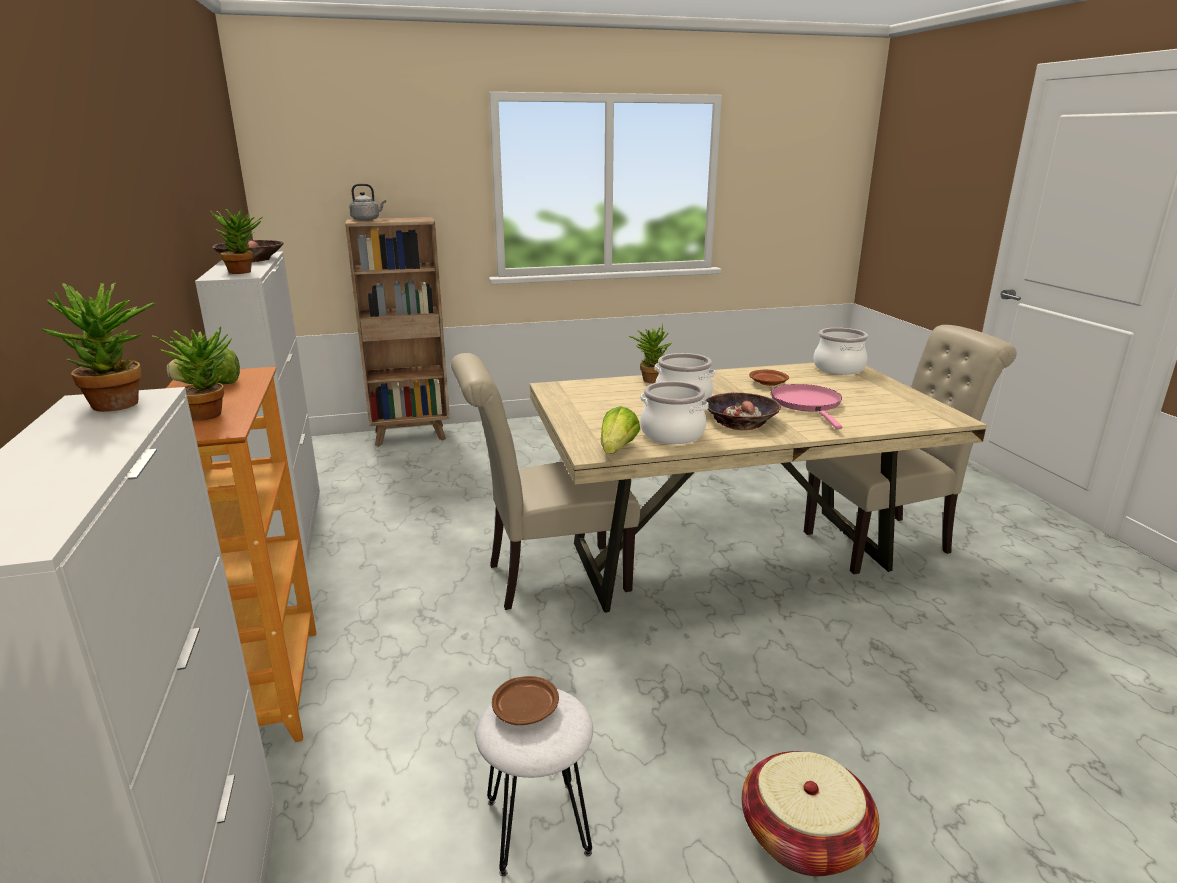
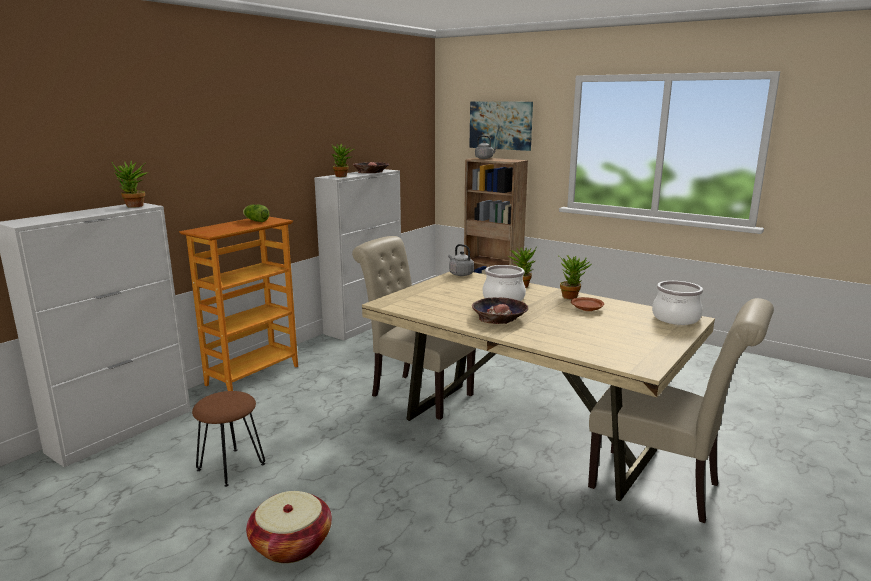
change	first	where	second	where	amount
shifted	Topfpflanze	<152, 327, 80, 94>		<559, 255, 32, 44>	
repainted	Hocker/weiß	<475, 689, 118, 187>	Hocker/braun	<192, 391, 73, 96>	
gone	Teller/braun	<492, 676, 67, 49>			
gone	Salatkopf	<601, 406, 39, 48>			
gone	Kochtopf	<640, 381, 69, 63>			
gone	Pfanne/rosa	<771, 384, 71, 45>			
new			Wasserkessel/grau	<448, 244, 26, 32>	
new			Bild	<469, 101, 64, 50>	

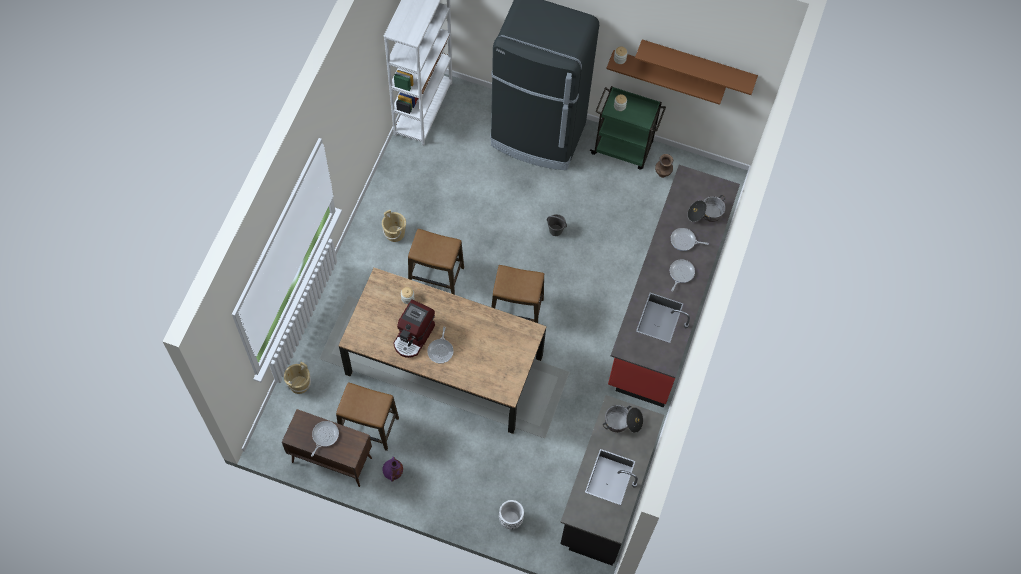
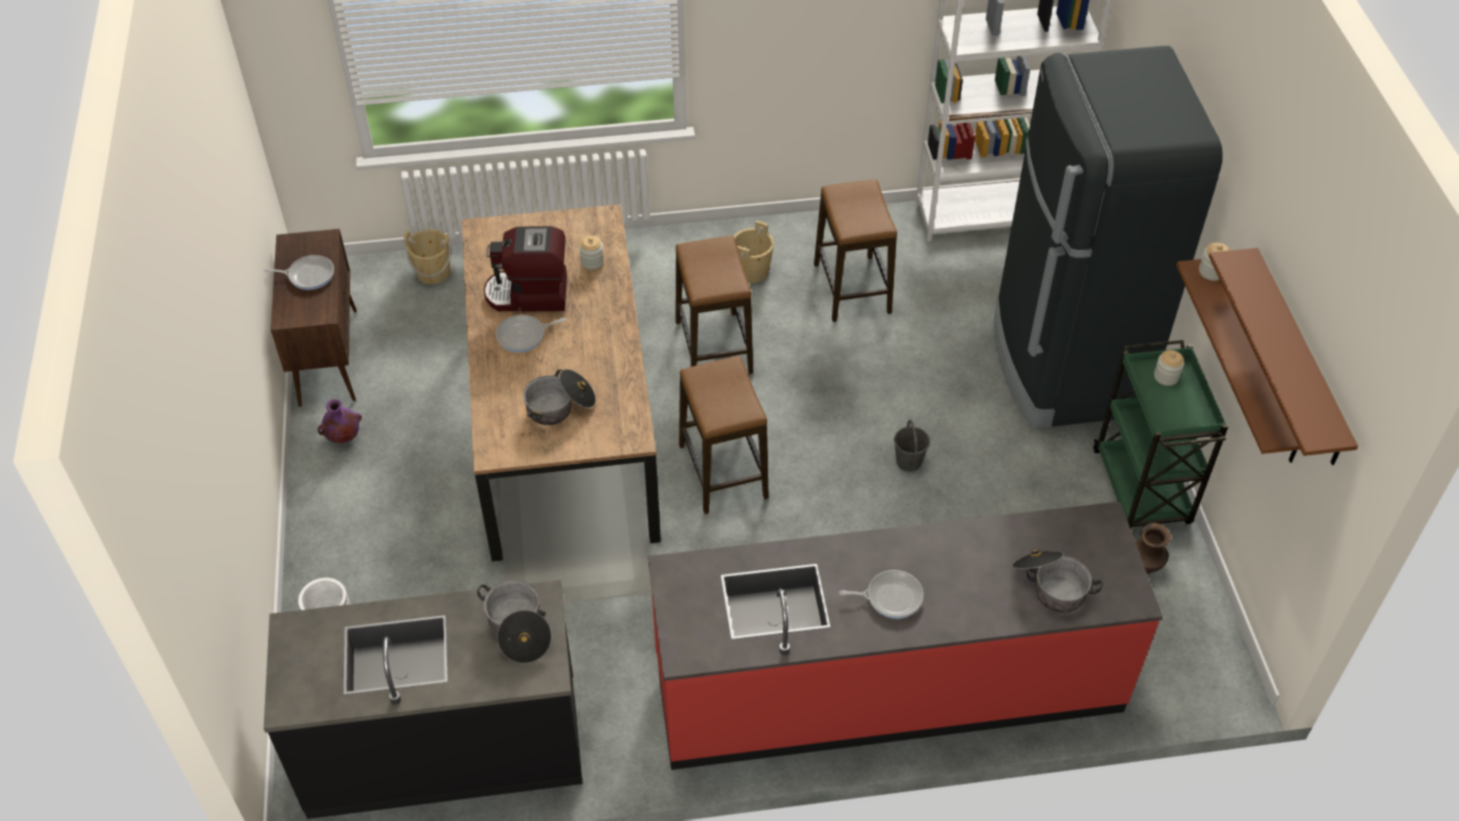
change	first	where	second	where	amount
shifted	Hocker	<336, 383, 63, 68>		<814, 179, 83, 143>	
gone	Pfanne	<671, 228, 38, 23>			
new			Kochtopf	<523, 369, 73, 56>	

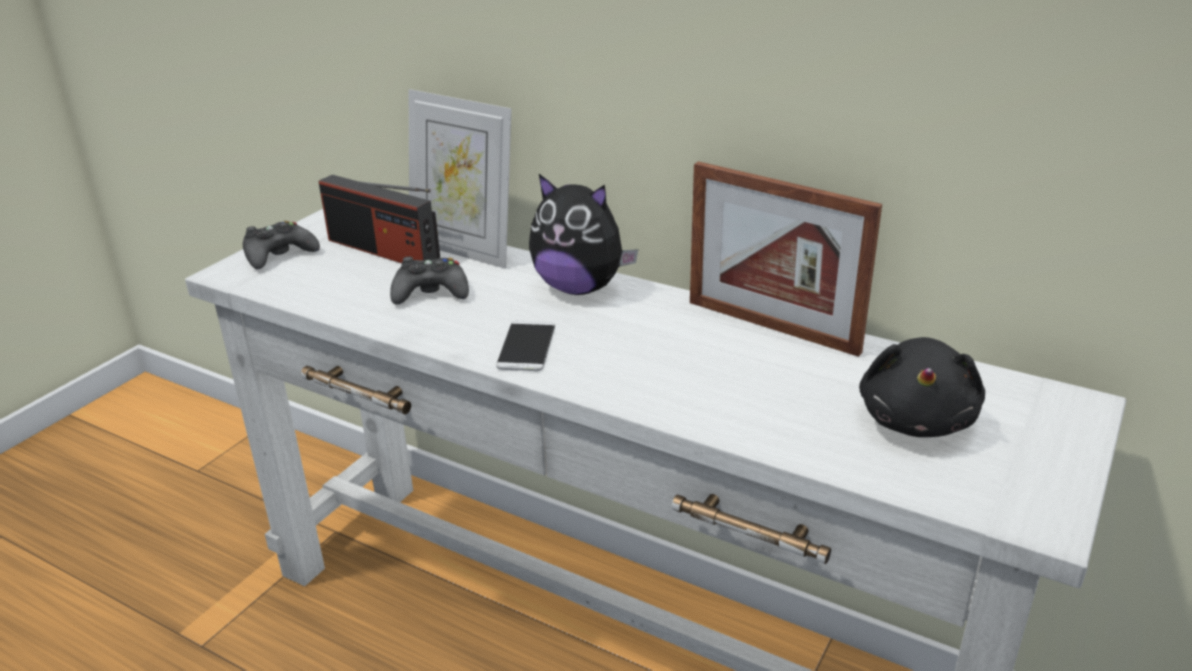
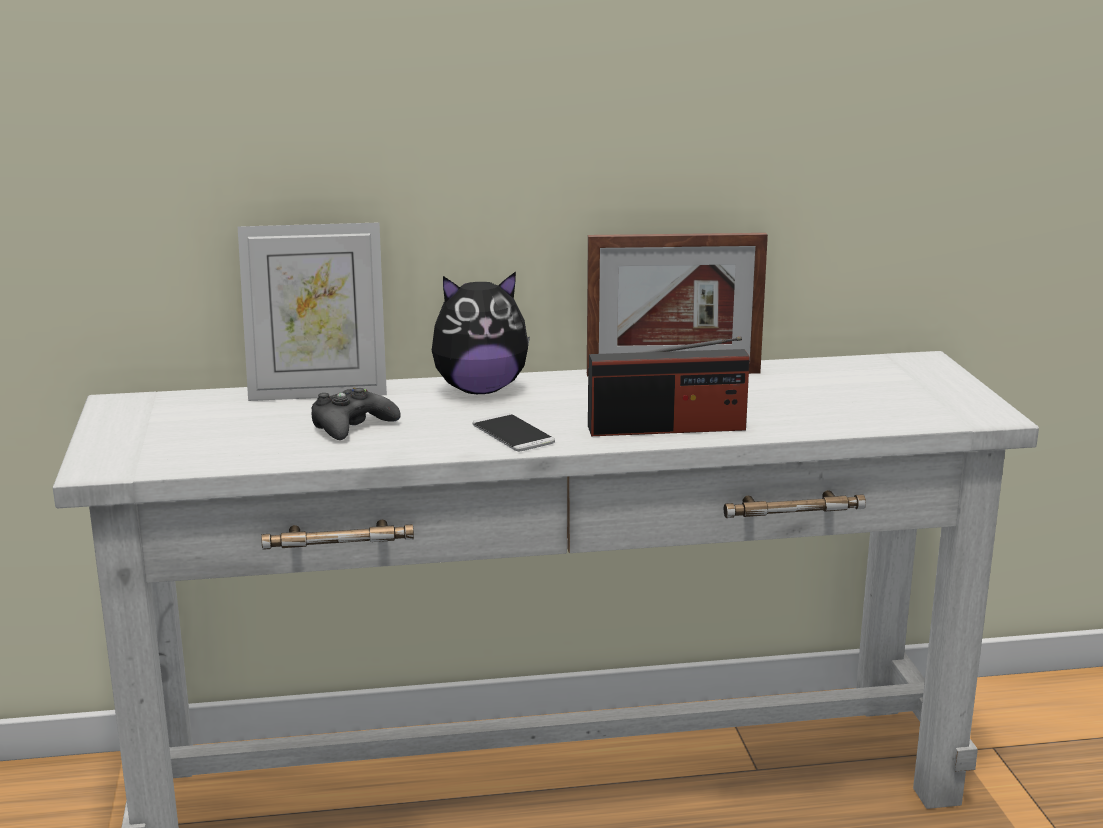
change	first	where	second	where	amount
gone	Gamepad/schwarz	<243, 221, 77, 48>			
shifted	Radio	<319, 175, 121, 88>		<588, 337, 162, 99>	
gone	Plüschtier/schwarz	<859, 337, 126, 100>			

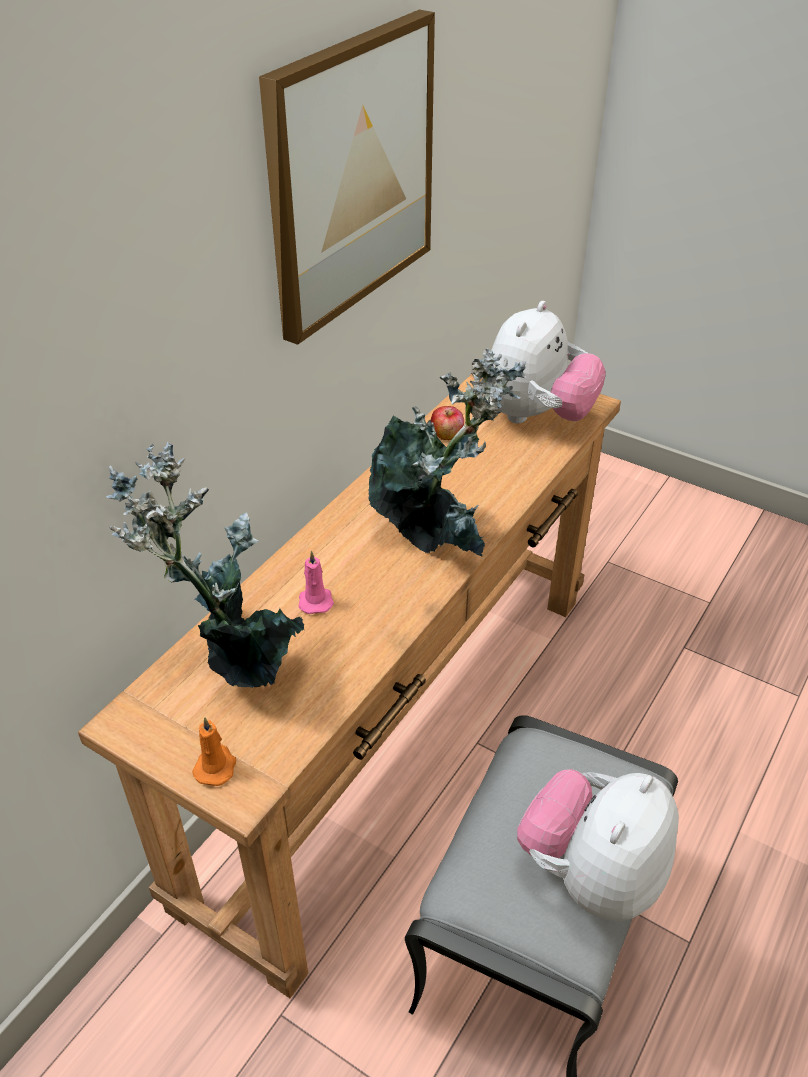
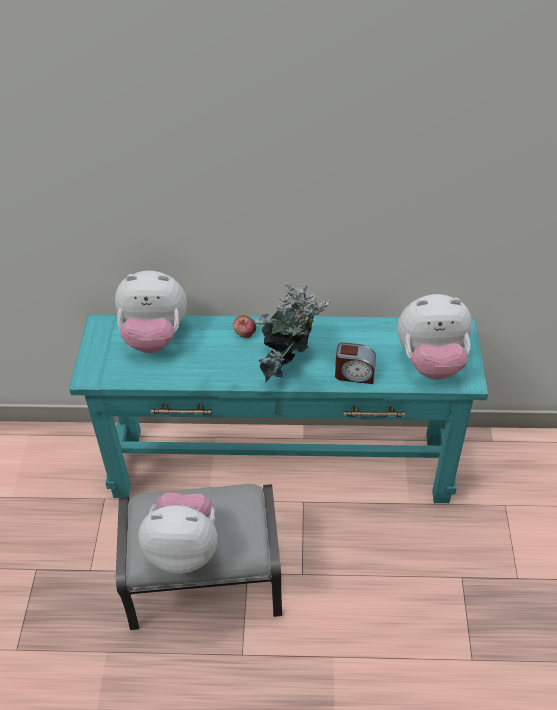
change	first	where	second	where	amount
repainted	Konsolentisch/braun	<78, 374, 543, 624>	Konsolentisch/türkis	<69, 314, 419, 189>	
swapped	Topfpflanze	<106, 442, 199, 246>	Plüschtier	<115, 271, 72, 82>	
gone	Kerze/orange	<192, 717, 44, 69>			
gone	Bild	<259, 10, 176, 335>			
gone	Kerze/rosa	<299, 550, 35, 64>			
shifted	Apfel	<431, 406, 33, 34>		<233, 315, 23, 23>	
new			Wecker	<335, 342, 41, 42>	

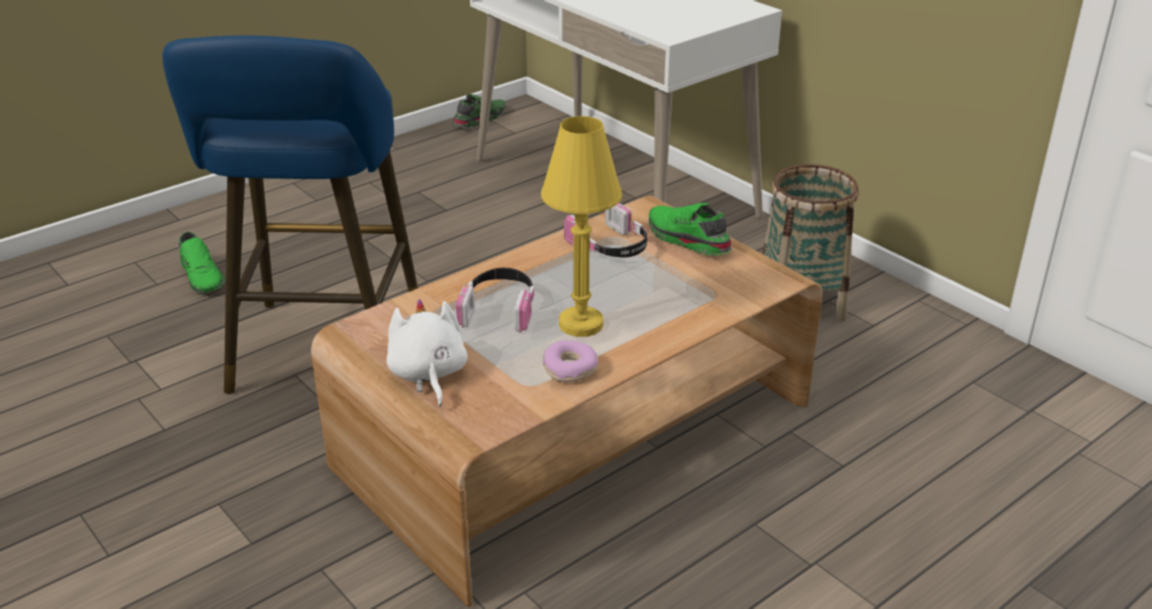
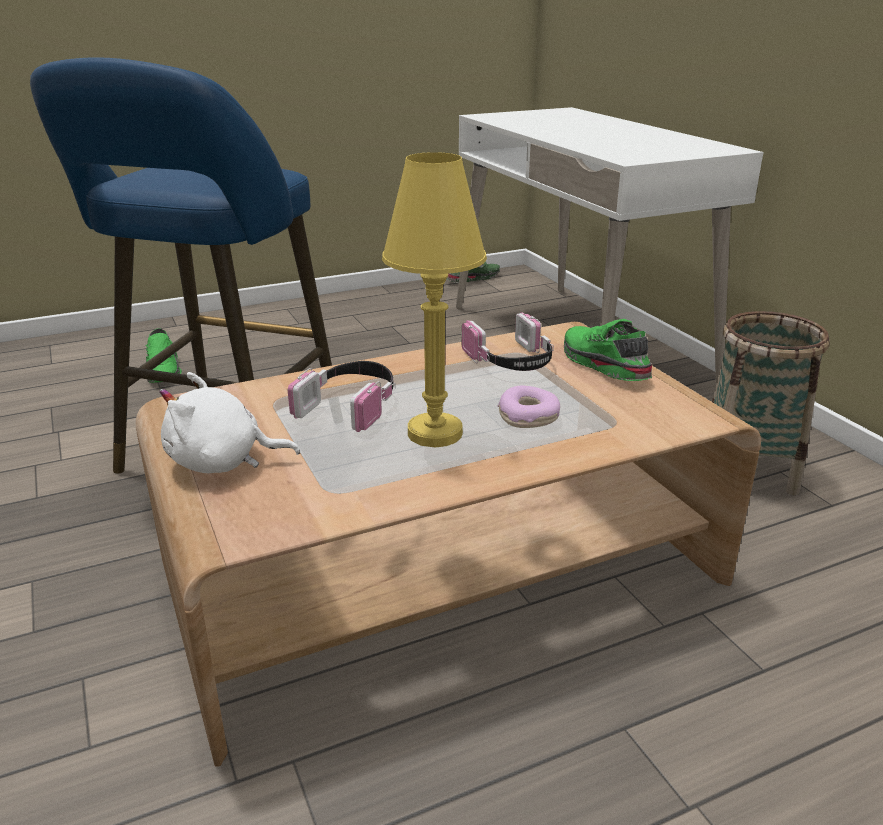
change	first	where	second	where	amount
rotated	Plüschtier/weiß	<387, 299, 81, 107>		<159, 372, 141, 101>	90 degrees counterclockwise
shifted	Donut	<543, 340, 55, 42>		<498, 386, 62, 42>	

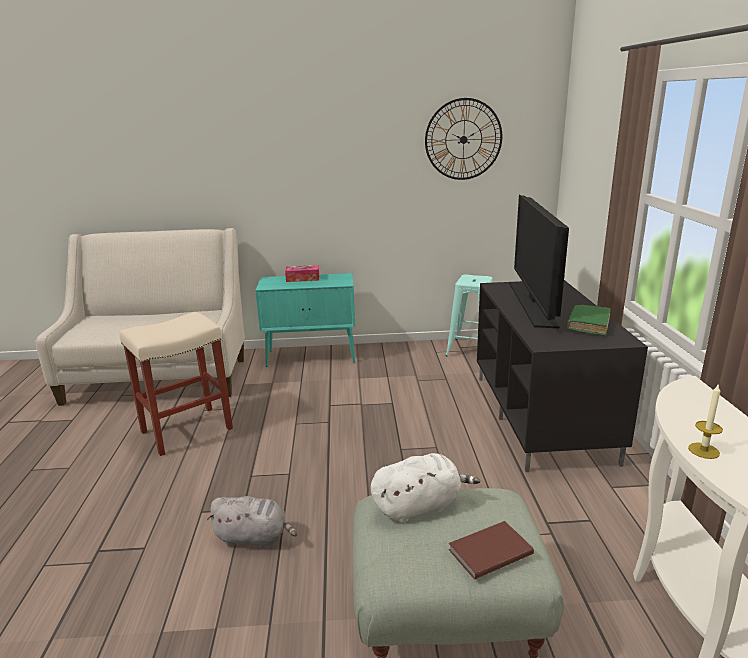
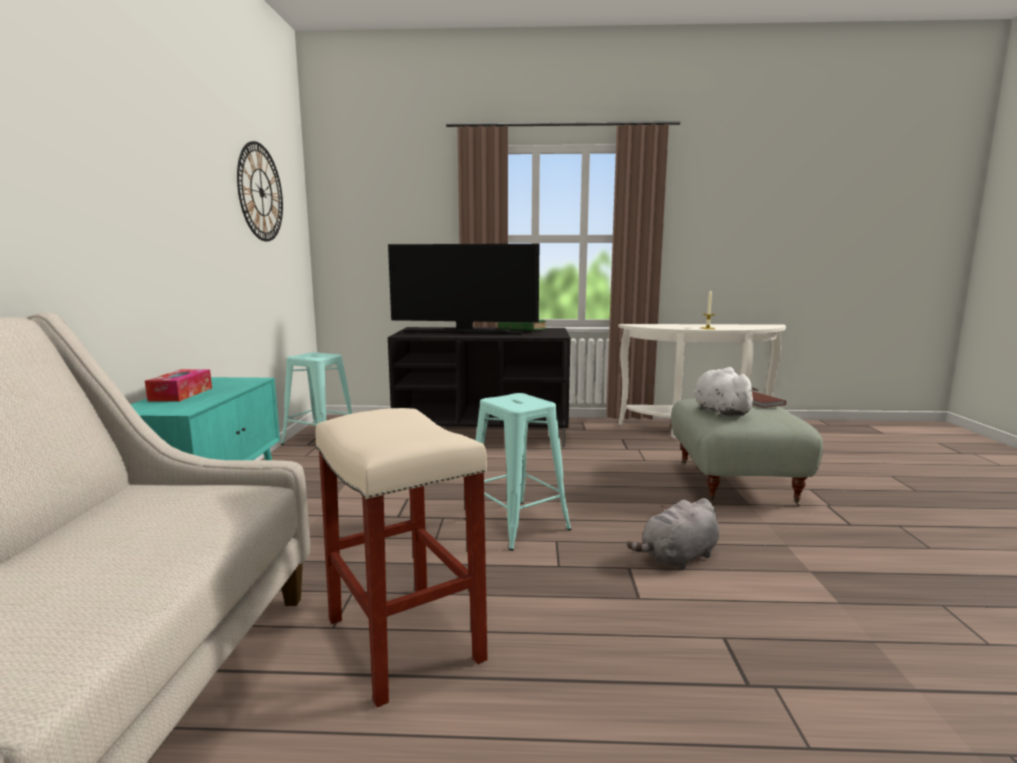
change	first	where	second	where	amount
rotated	Plüschtier/grau	<207, 496, 90, 53>		<627, 498, 92, 72>	135 degrees counterclockwise
new			Hocker/türkis	<465, 393, 107, 158>	

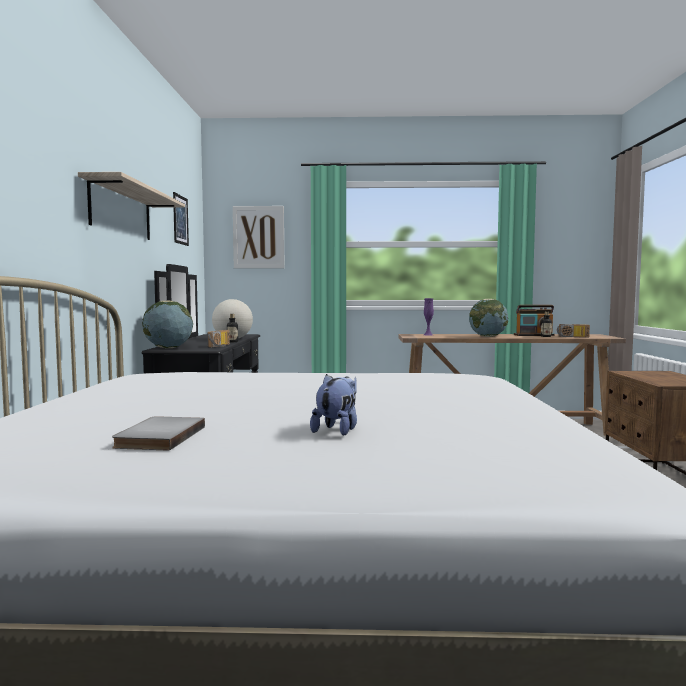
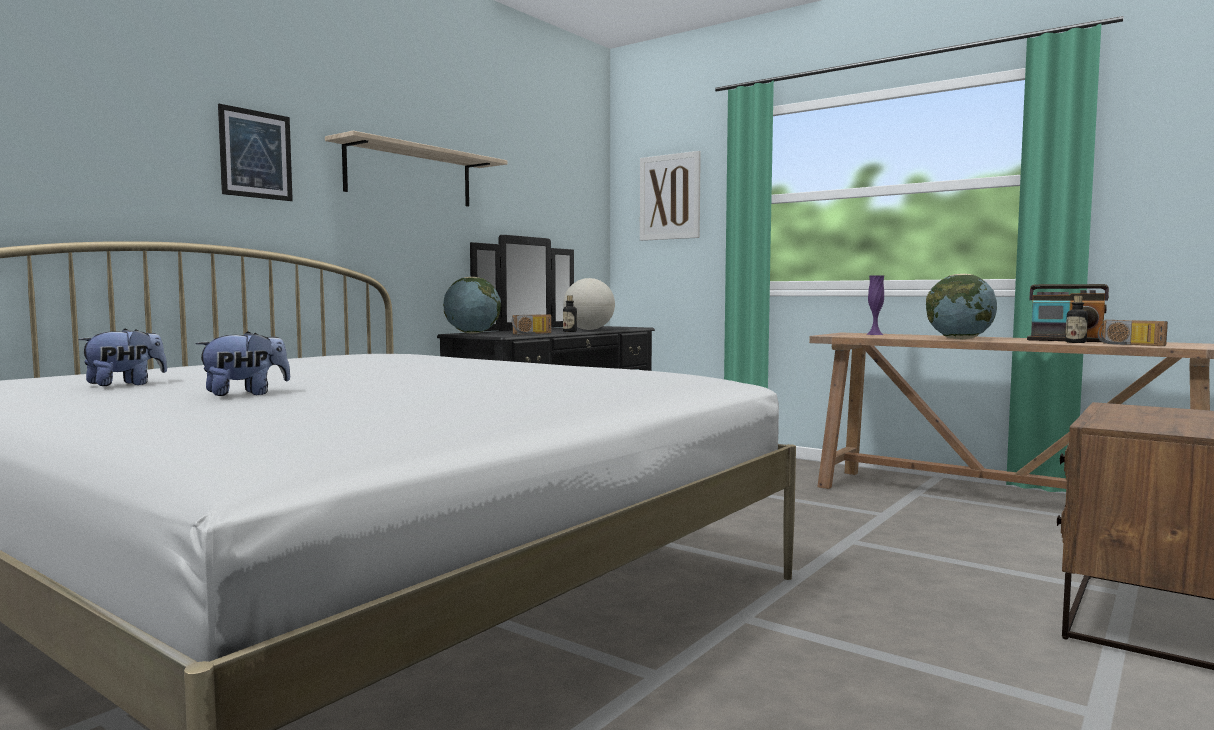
change	first	where	second	where	amount
swapped	Buch/grau	<112, 416, 93, 34>	Plüschtier	<78, 328, 89, 58>	
shifted	Bild	<173, 192, 16, 54>		<218, 104, 75, 97>	

